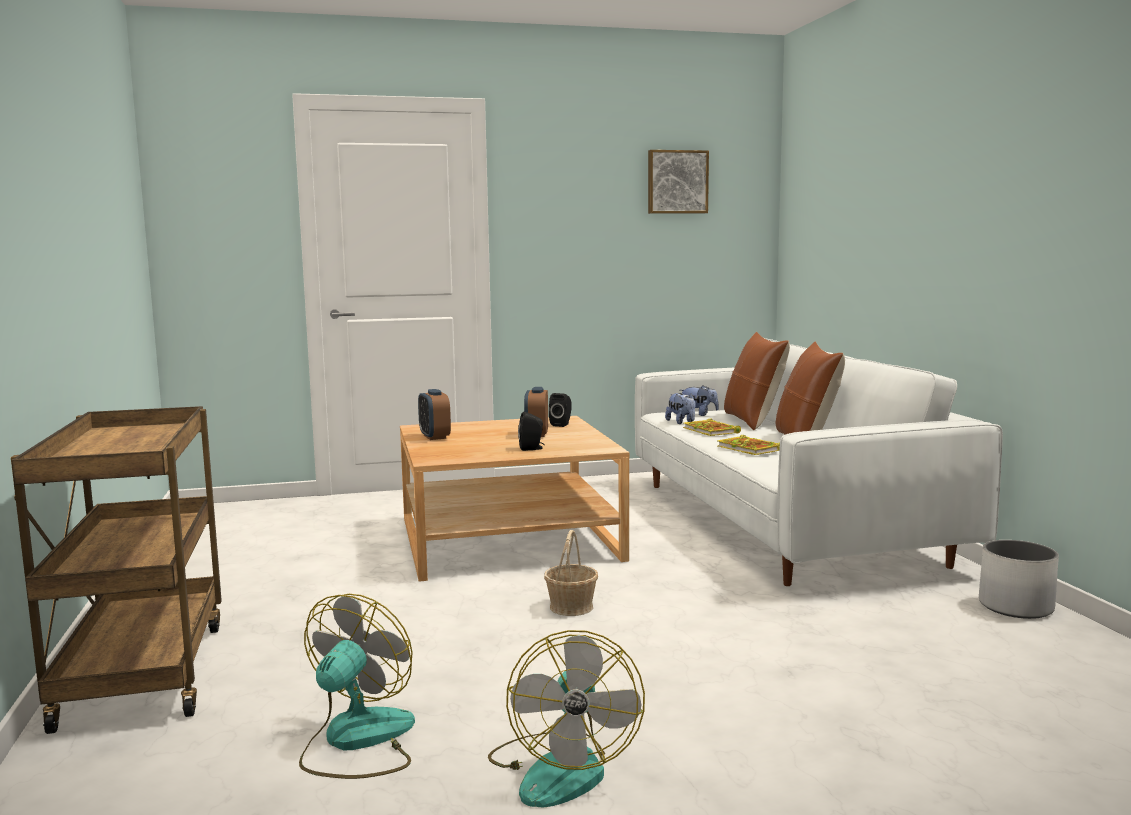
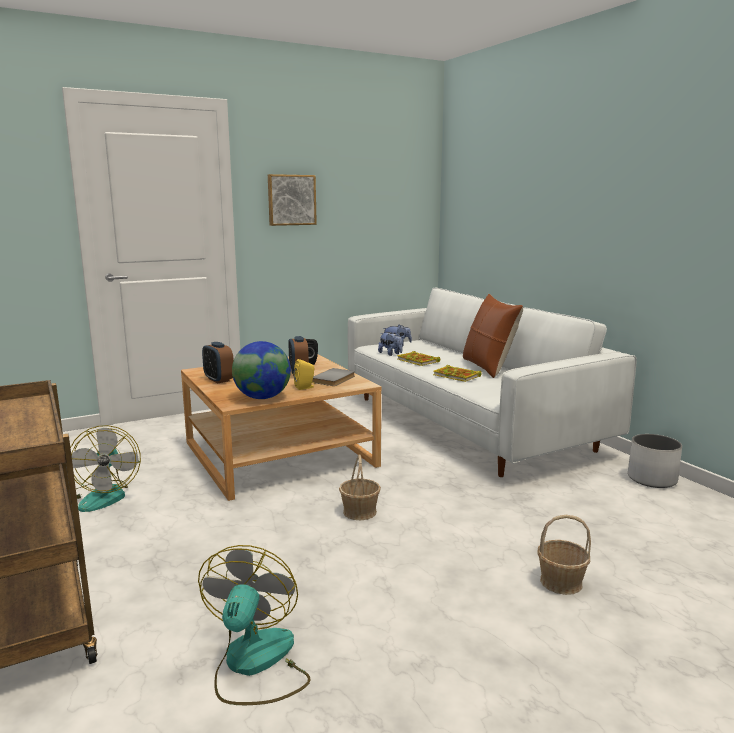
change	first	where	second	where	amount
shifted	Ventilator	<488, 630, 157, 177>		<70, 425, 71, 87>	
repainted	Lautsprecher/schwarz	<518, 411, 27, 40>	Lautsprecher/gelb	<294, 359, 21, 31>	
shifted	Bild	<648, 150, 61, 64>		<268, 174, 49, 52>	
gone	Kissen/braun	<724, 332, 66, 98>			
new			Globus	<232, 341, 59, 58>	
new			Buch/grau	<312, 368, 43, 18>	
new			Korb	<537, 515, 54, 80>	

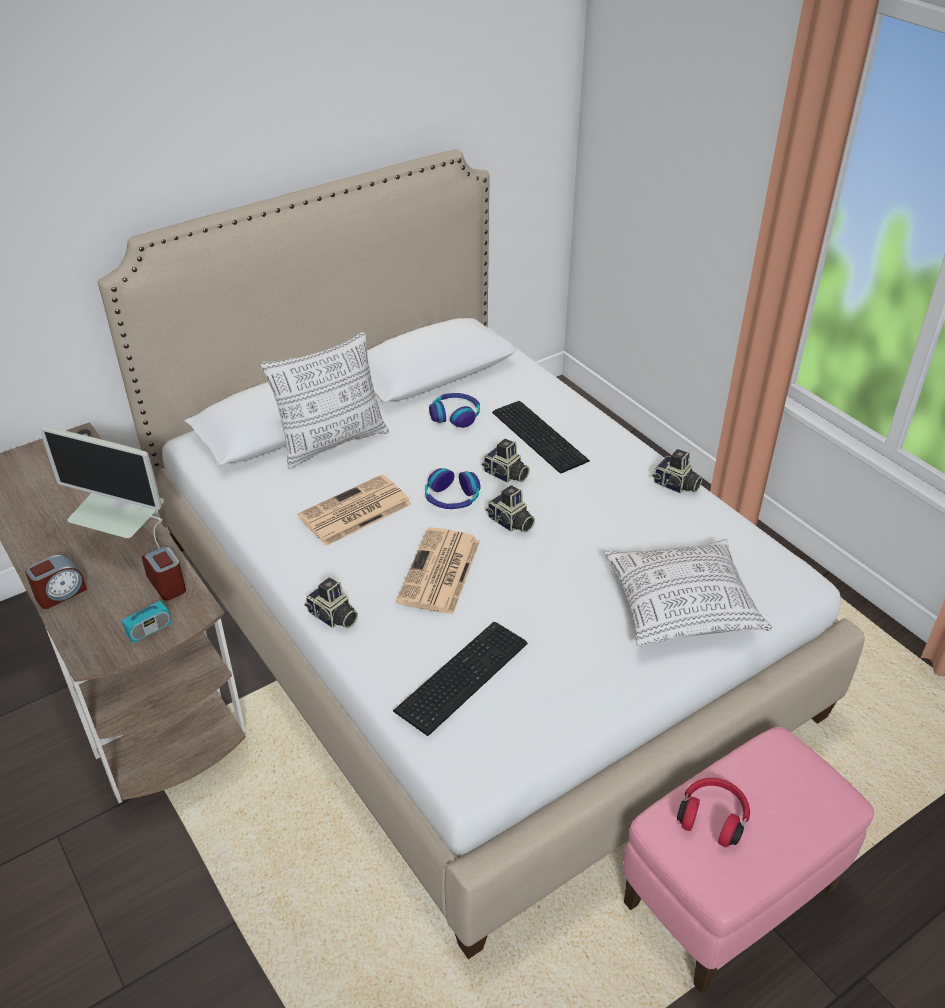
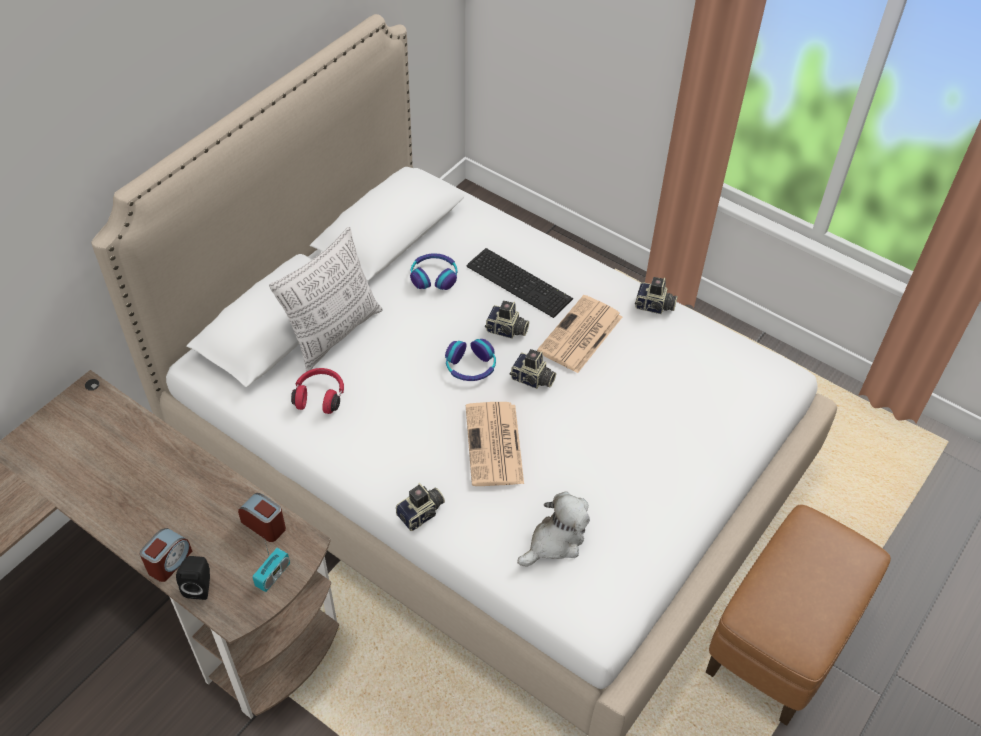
change	first	where	second	where	amount
gone	Monitor	<40, 426, 124, 122>			
shifted	Zeitung	<298, 474, 114, 72>		<537, 295, 85, 78>	
rotated	Kamera	<304, 577, 54, 52>		<396, 483, 49, 48>	60 degrees counterclockwise
swapped	Tastatur	<393, 622, 135, 114>	Plüschtier	<517, 491, 73, 76>	
gone	Kissen	<604, 539, 168, 108>			
repainted	Polsterhocker/rosa	<623, 727, 251, 266>	Polsterhocker/braun	<706, 504, 185, 222>	
shifted	Kopfhörer/rot	<677, 778, 73, 69>		<291, 368, 53, 46>	
new			Lautsprecher/schwarz	<176, 556, 34, 44>	

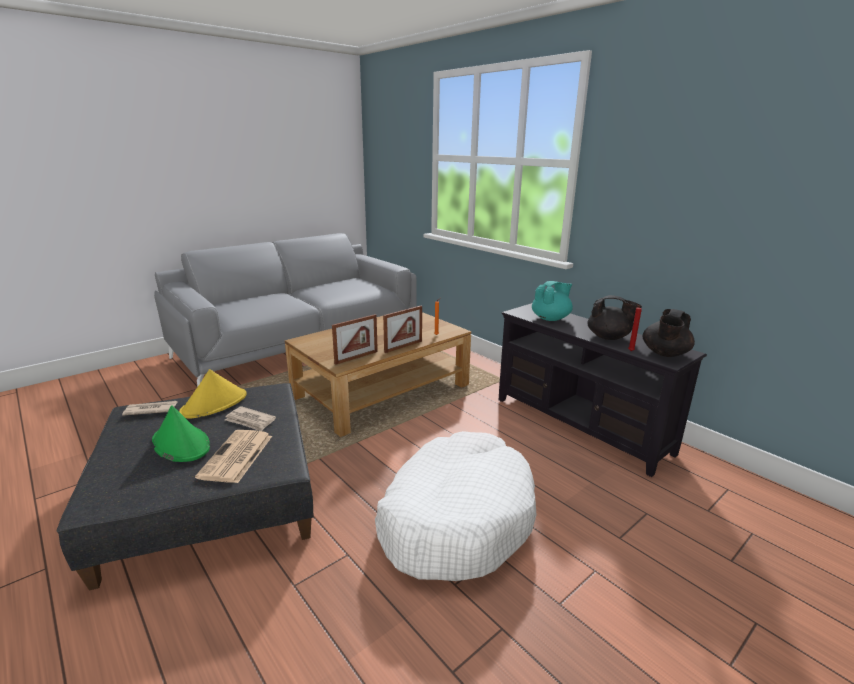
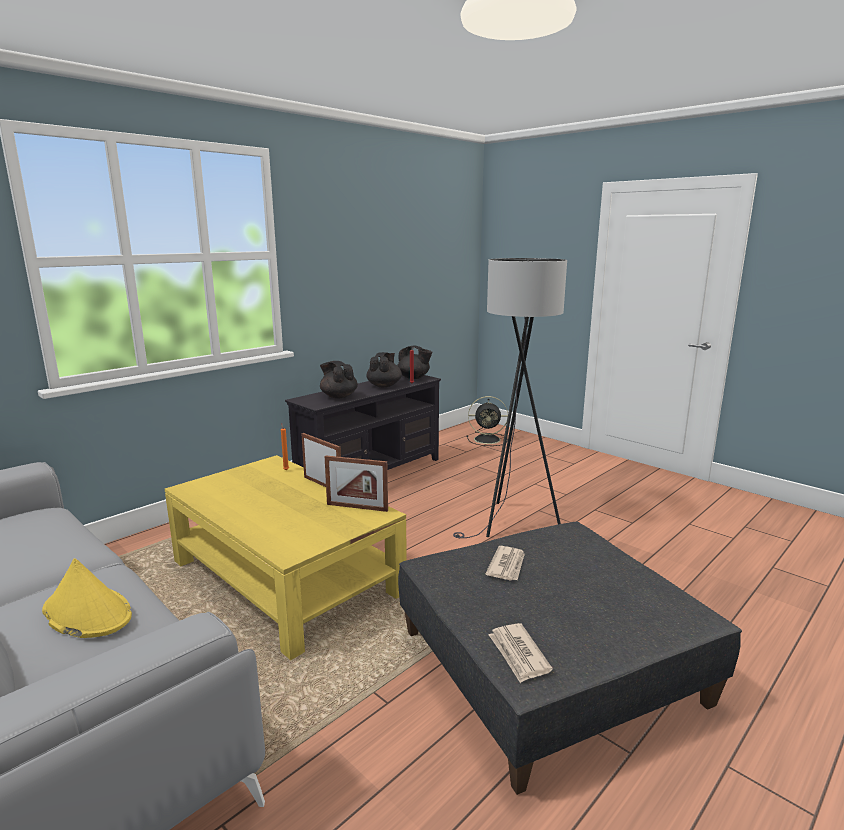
change	first	where	second	where	amount
gone	Hut/grün	<152, 405, 58, 57>			
shifted	Hut/gelb	<179, 369, 68, 50>		<42, 558, 90, 80>	
gone	Zeitung	<195, 430, 77, 53>			
repainted	Couchtisch/braun	<285, 312, 186, 125>	Couchtisch/gelb	<165, 455, 242, 205>	
rotated	Bilderrahmen	<332, 314, 46, 51>		<325, 456, 63, 56>	150 degrees clockwise
swapped	Hundebett/weiß	<375, 431, 162, 150>	Stehlampe/grau	<453, 258, 114, 280>	
repainted	Teekanne/türkis	<532, 281, 41, 40>	Teekanne/schwarz	<320, 361, 38, 38>	
new			Ventilator/schwarz	<467, 396, 41, 50>	

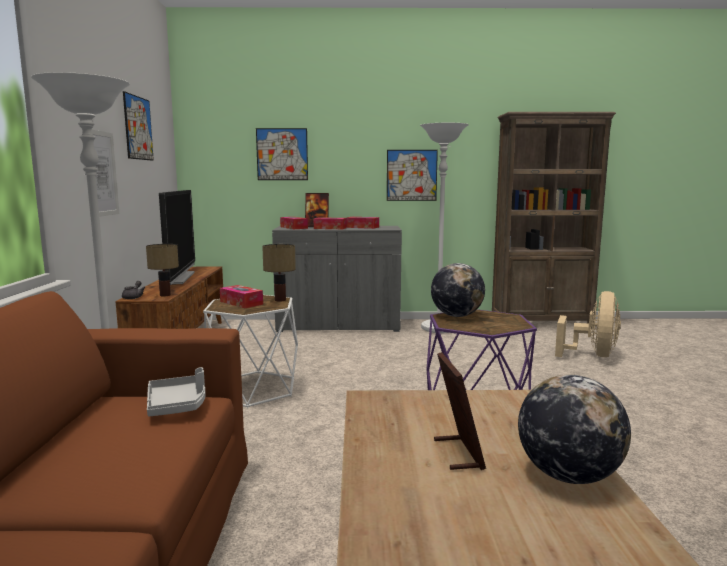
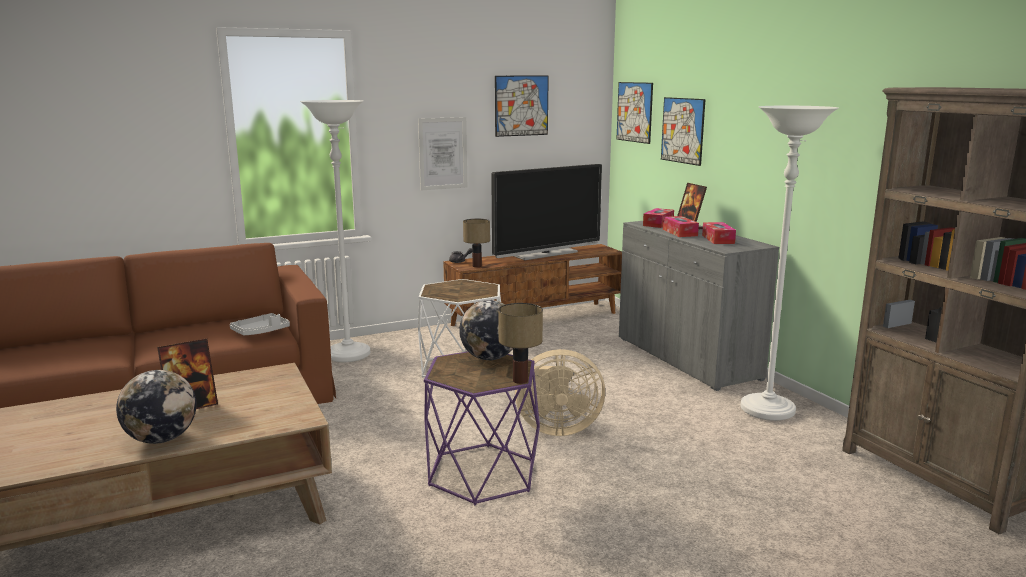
change	first	where	second	where	amount
gone	Taschentuchbox	<220, 285, 43, 23>			
shifted	Tischlampe	<262, 244, 34, 57>		<498, 303, 45, 81>	
shifted	Bild	<387, 150, 51, 51>		<616, 82, 37, 62>	
shifted	Ventilator/beige	<555, 291, 66, 66>		<515, 349, 90, 87>	

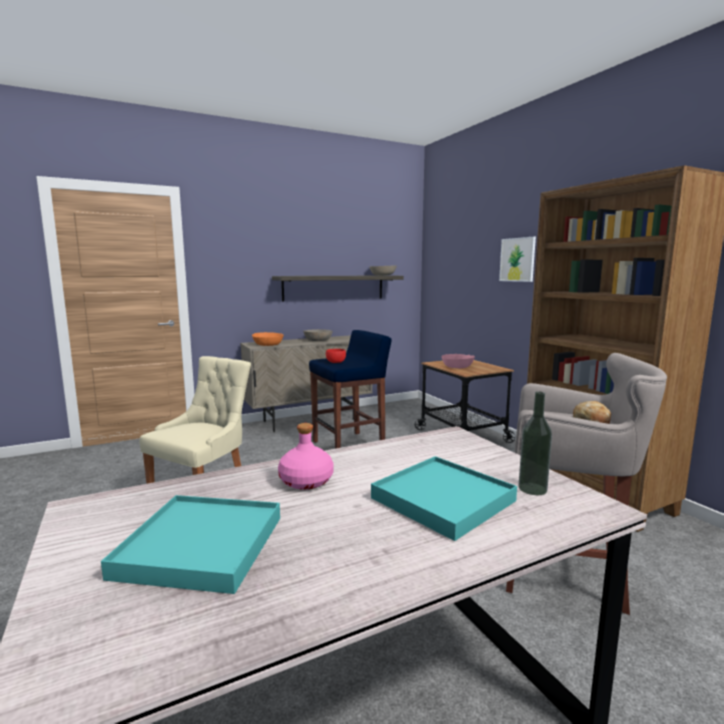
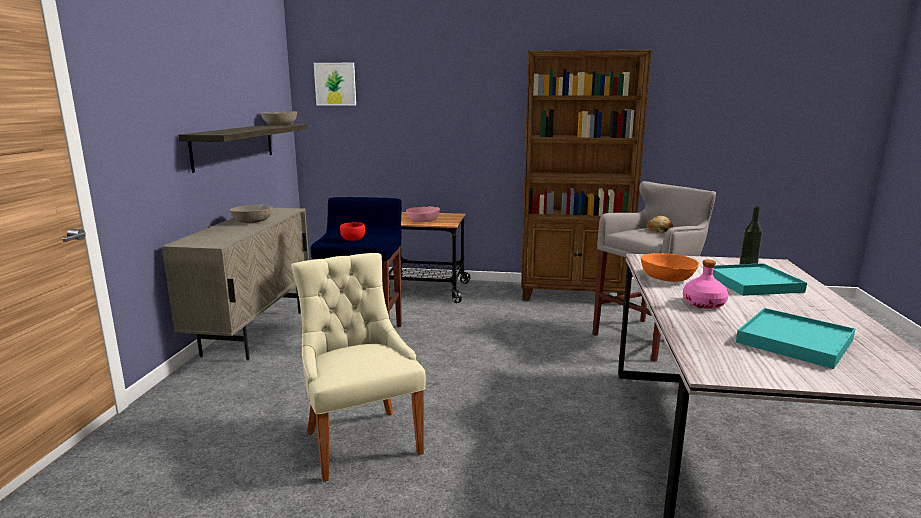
change	first	where	second	where	amount
shifted	Schüssel/orange	<252, 332, 32, 14>		<641, 253, 58, 29>	
shifted	Bild	<499, 237, 37, 45>		<314, 63, 42, 43>	

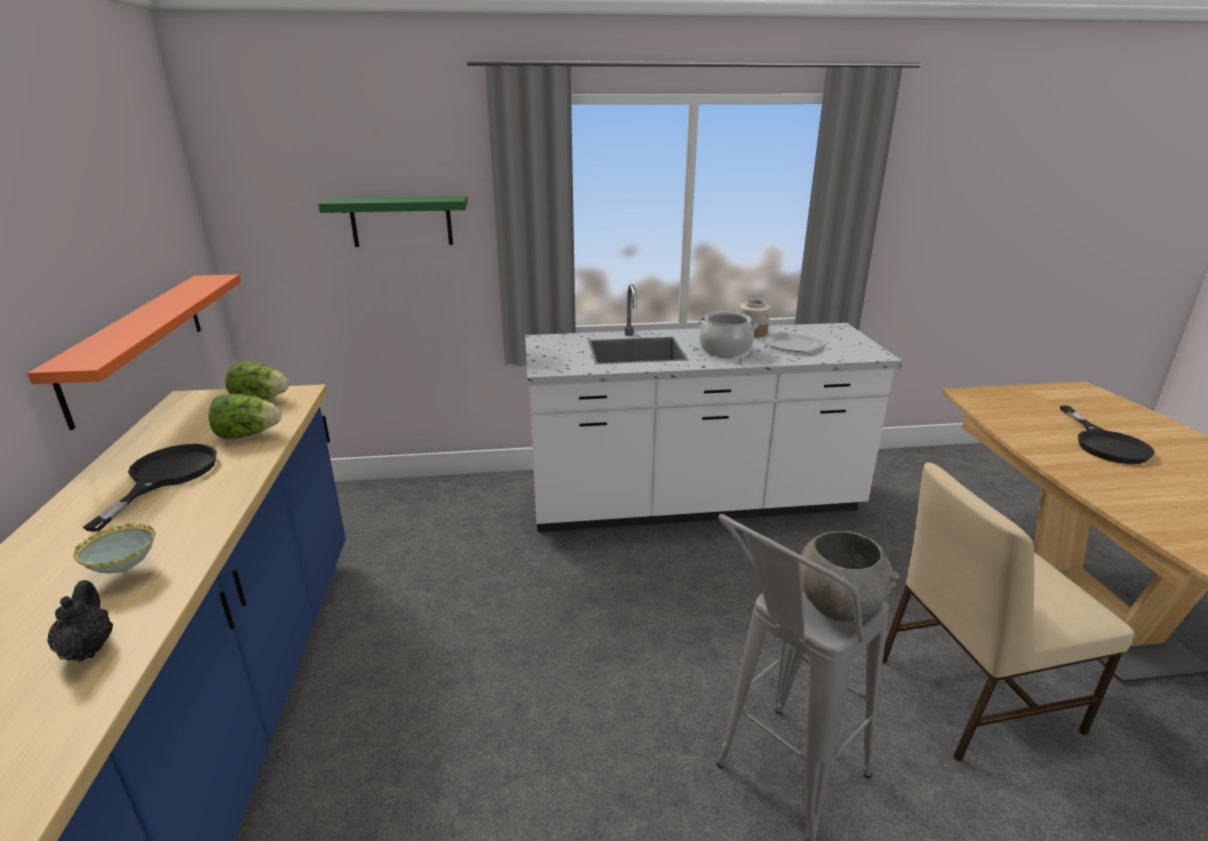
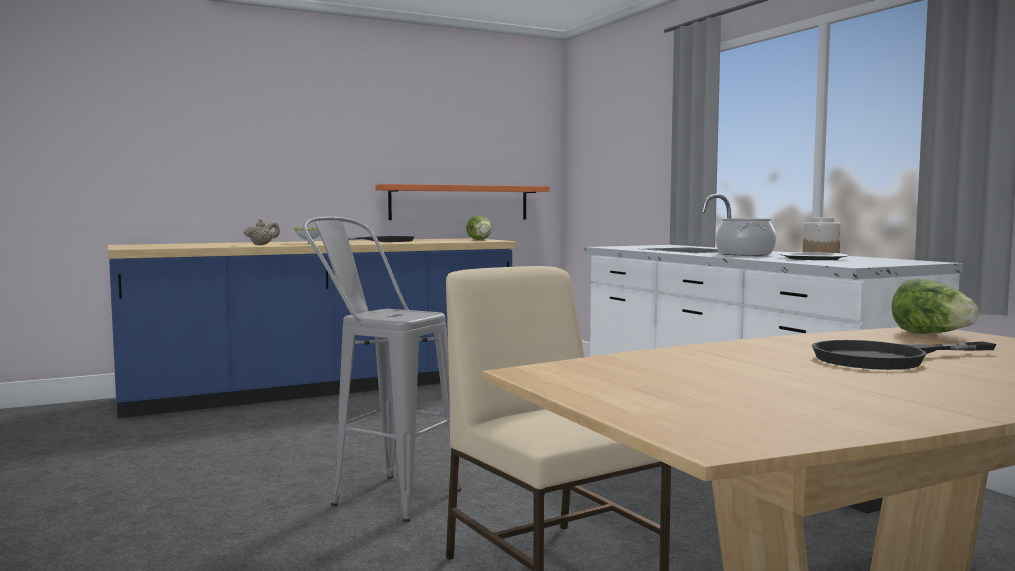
change	first	where	second	where	amount
repainted	Teekanne/schwarz	<47, 580, 66, 82>	Teekanne/beige	<244, 219, 36, 26>	
shifted	Salatkopf	<209, 394, 72, 45>		<891, 279, 88, 55>	
gone	Wandregal/grün	<319, 195, 148, 52>			
gone	Schüssel/grau	<800, 531, 99, 90>			

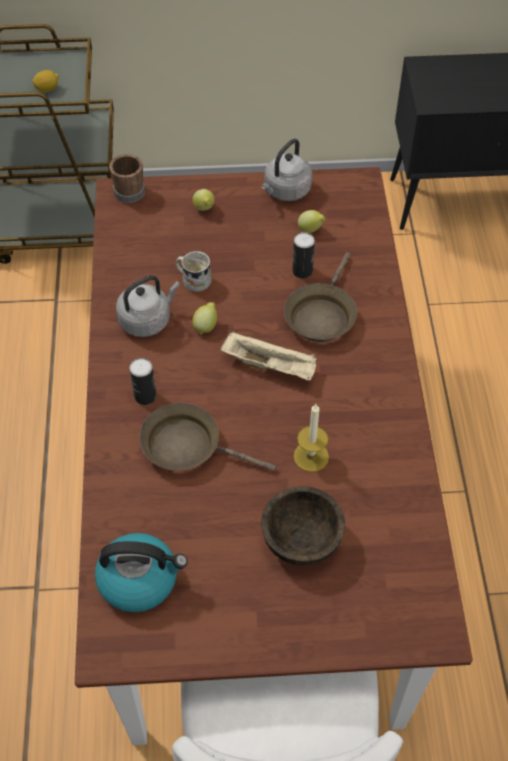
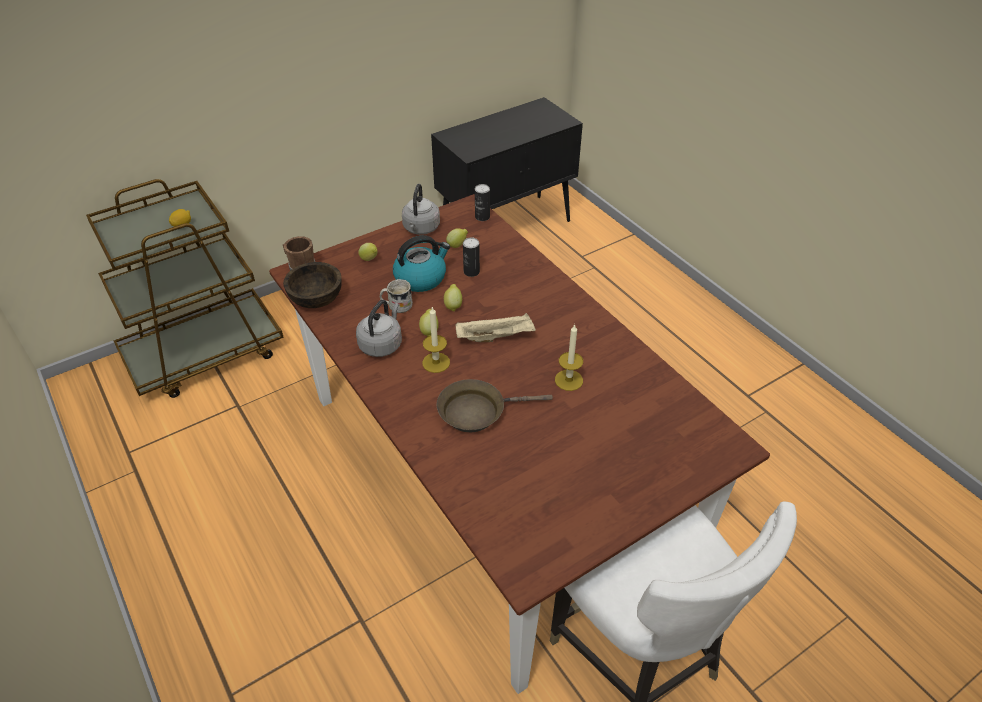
change	first	where	second	where	amount
shifted	Wasserkessel	<95, 533, 93, 79>		<393, 235, 57, 57>	
shifted	Dose	<129, 358, 27, 47>		<475, 184, 15, 37>	
shifted	Schüssel/braun	<261, 486, 84, 80>		<283, 262, 59, 46>	
gone	Pfanne/braun	<284, 252, 73, 90>			
new			Kerze	<422, 306, 28, 67>	
new			Zitrone	<444, 284, 18, 28>	

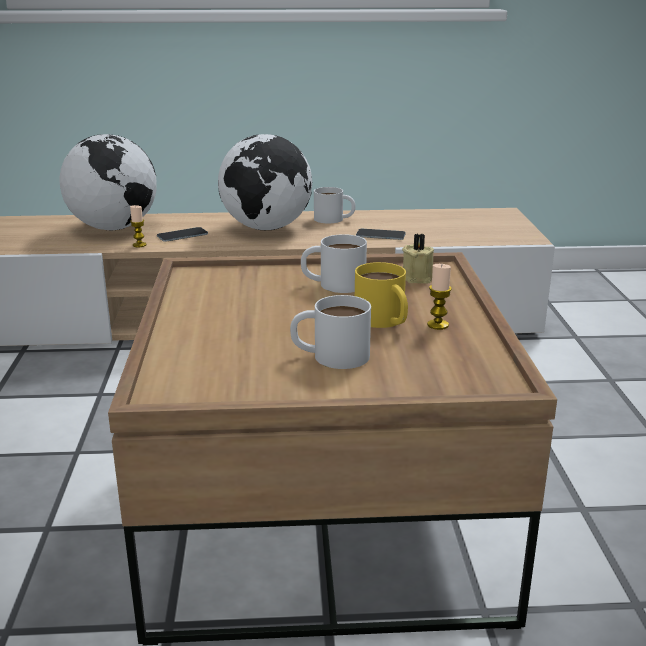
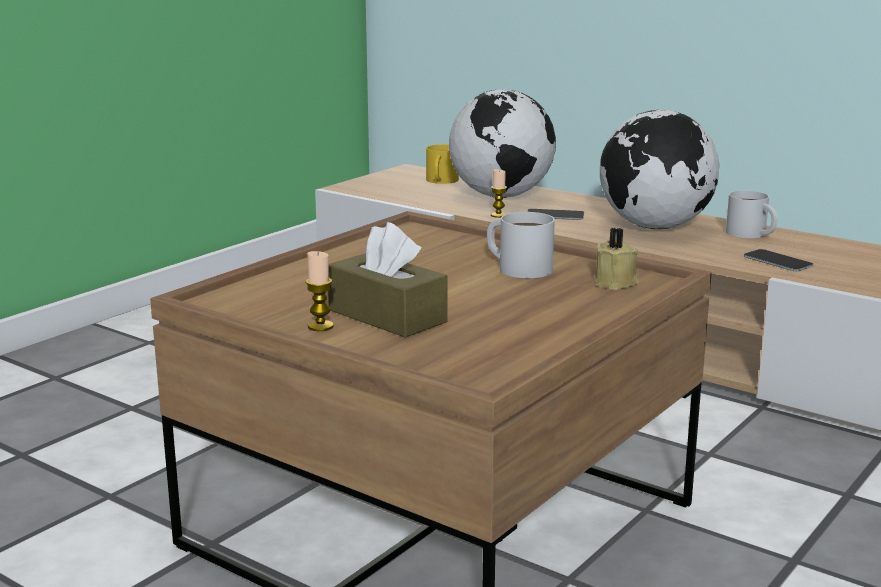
change	first	where	second	where	amount
swapped	Henkelbecher/weiß	<290, 295, 81, 74>	Taschentuchbox/braun	<328, 222, 120, 116>	
shifted	Henkelbecher/gelb	<355, 262, 53, 66>		<426, 144, 33, 40>	
shifted	Kerze	<427, 264, 25, 66>		<306, 251, 28, 80>	

